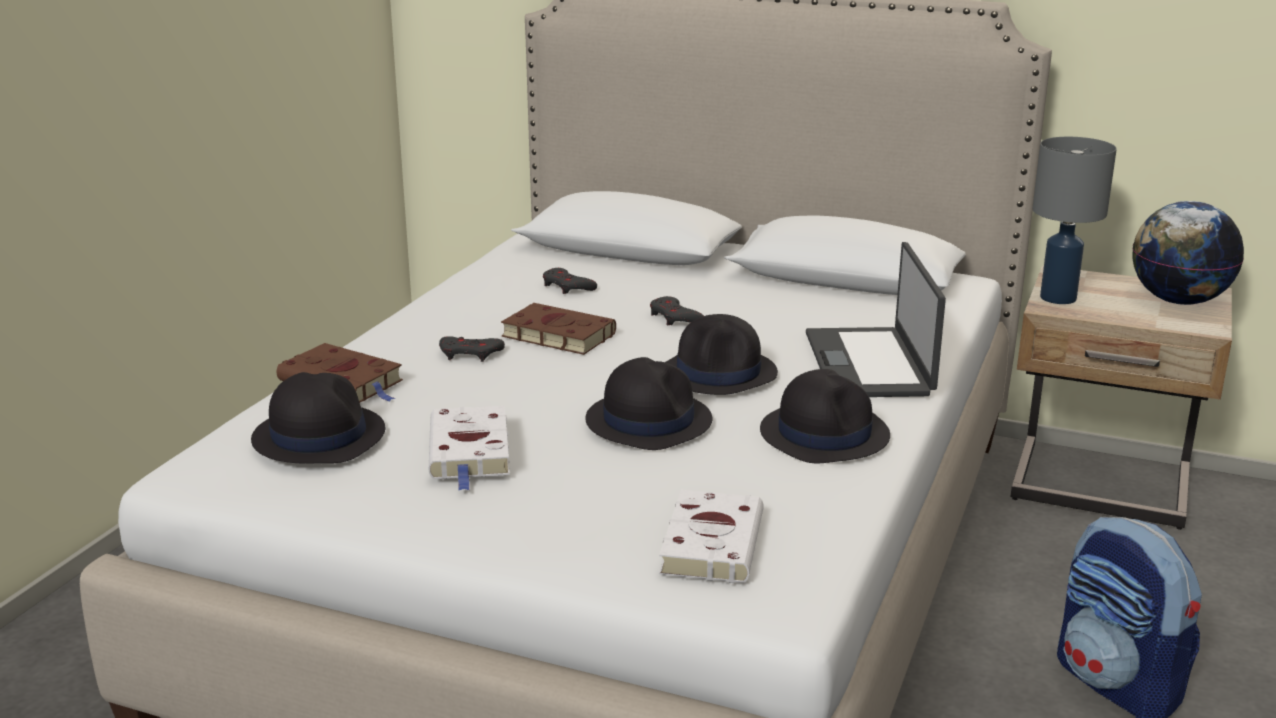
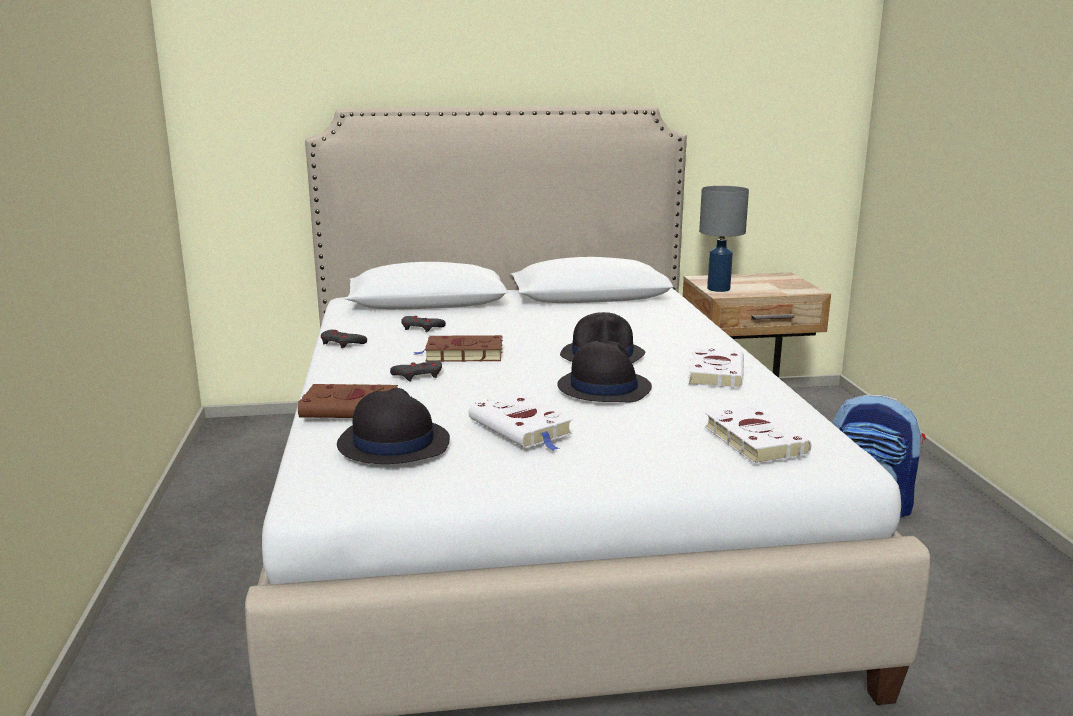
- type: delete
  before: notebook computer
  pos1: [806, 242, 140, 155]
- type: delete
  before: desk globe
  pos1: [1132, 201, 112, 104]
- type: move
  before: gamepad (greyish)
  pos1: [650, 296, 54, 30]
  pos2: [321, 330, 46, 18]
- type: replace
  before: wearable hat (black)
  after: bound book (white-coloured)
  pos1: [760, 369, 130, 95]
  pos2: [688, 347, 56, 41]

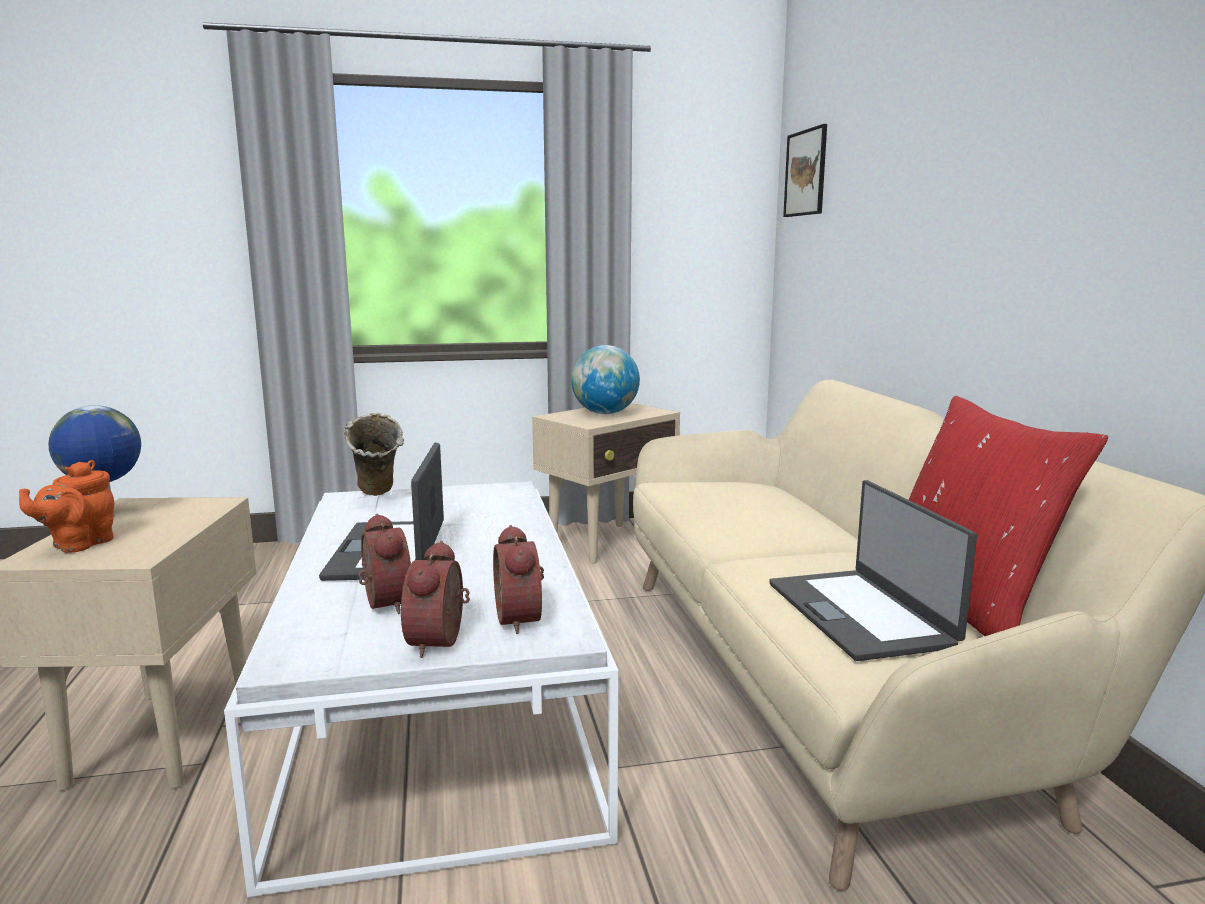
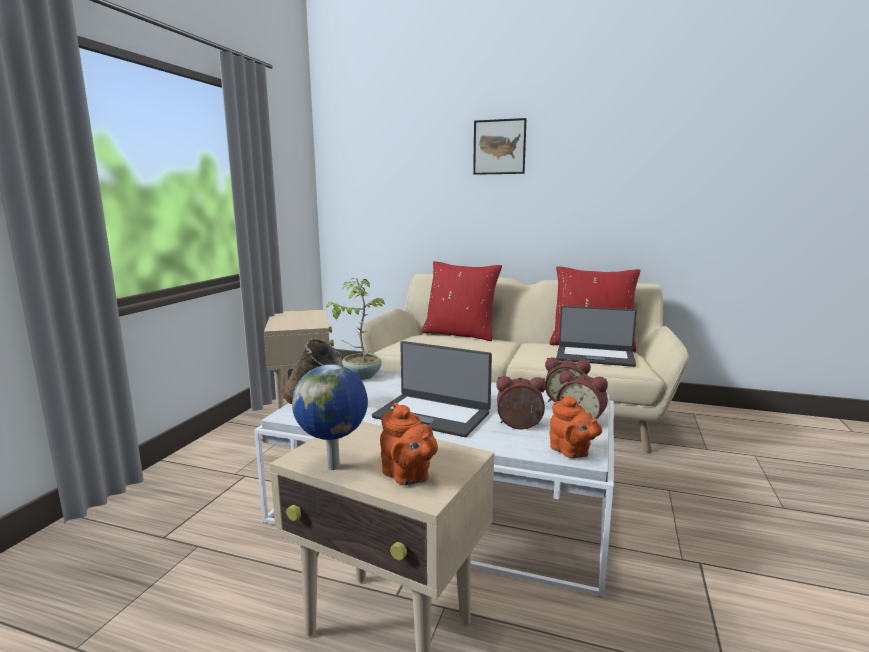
- type: delete
  before: desk globe
  pos1: [571, 345, 69, 69]
- type: insert
  after: potted plant
  pos2: [326, 278, 59, 102]
- type: insert
  after: throw pillow (red)
  pos2: [422, 261, 80, 80]
- type: insert
  after: teapot (orange)
  pos2: [549, 395, 53, 63]
- type: move
  before: picture
  pos1: [783, 124, 44, 93]
  pos2: [473, 118, 54, 57]

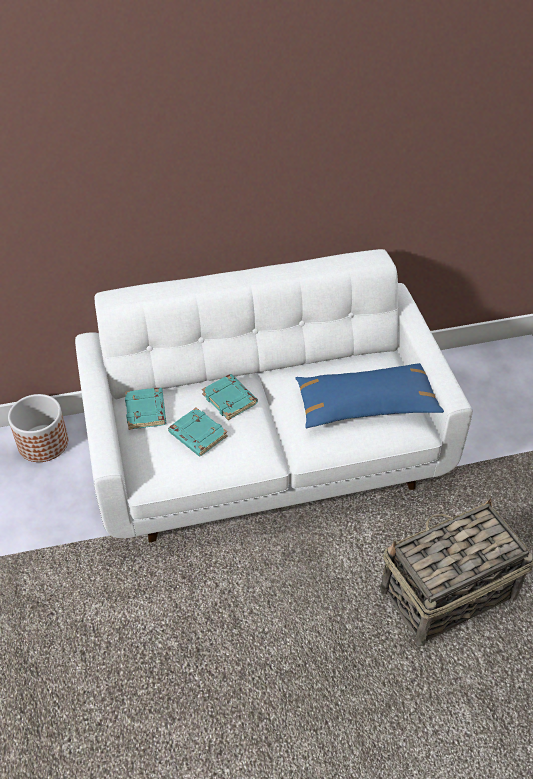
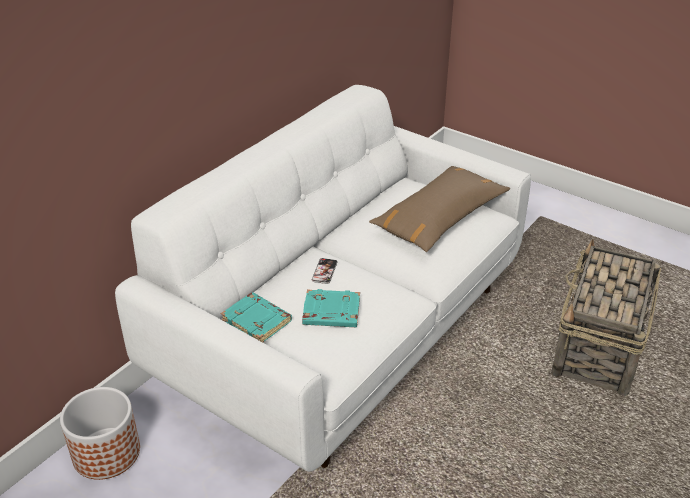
- type: replace
  before: bound book (blue-green)
  after: telephone
  pos1: [202, 374, 56, 46]
  pos2: [312, 258, 26, 26]
- type: recolor
  before: throw pillow (bluish)
  after: throw pillow (brown)
  pos1: [295, 363, 149, 66]
  pos2: [369, 166, 141, 86]

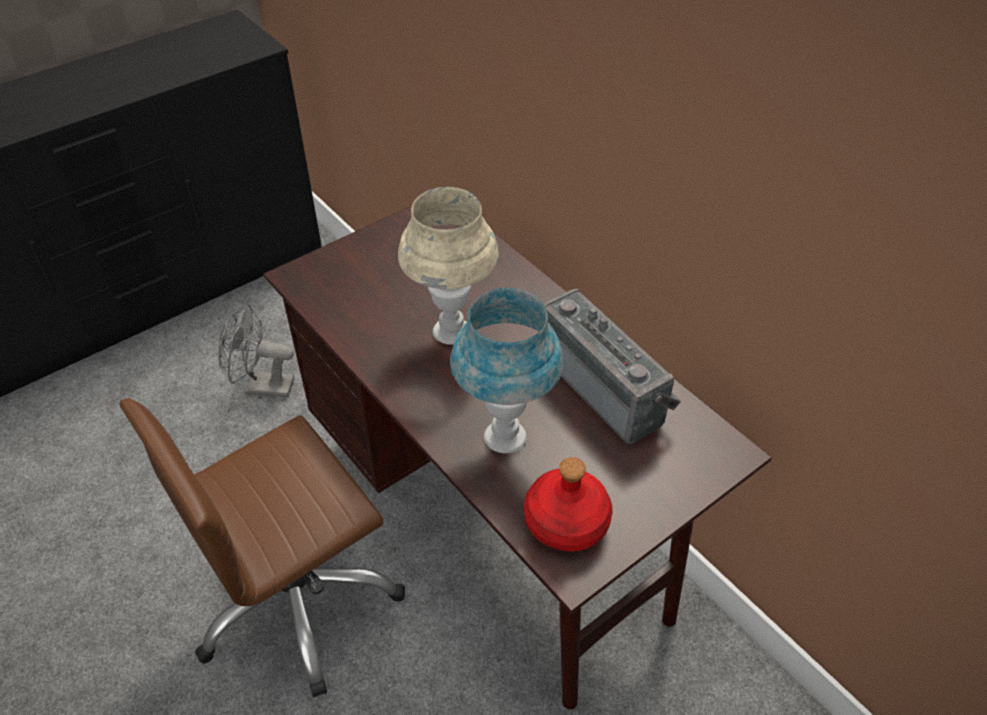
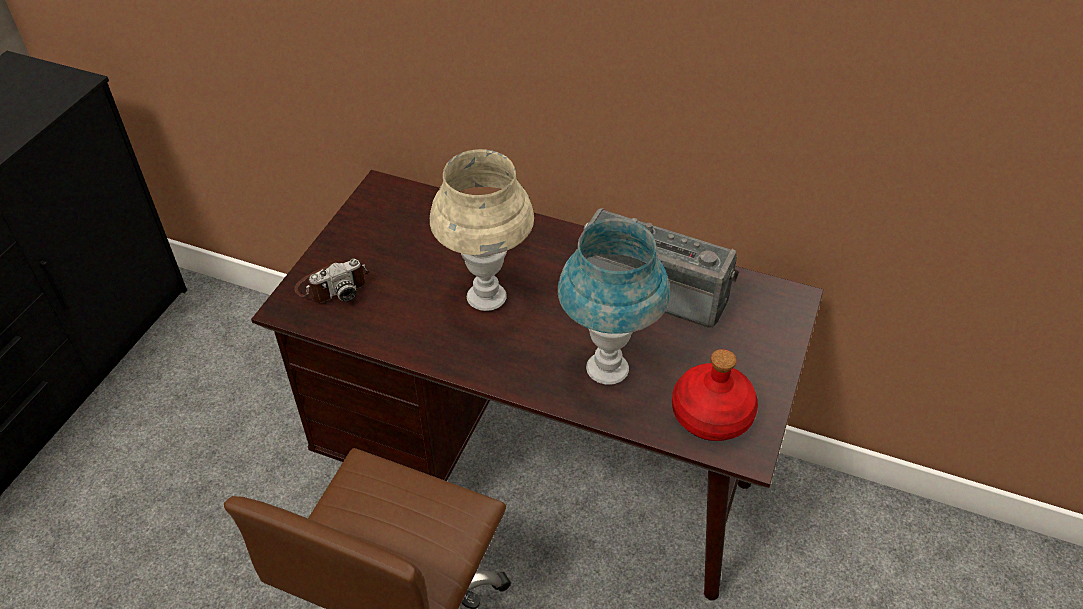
- type: delete
  before: electric fan (greyish)
  pos1: [218, 305, 76, 92]
- type: insert
  after: still camera
  pos2: [294, 259, 75, 44]

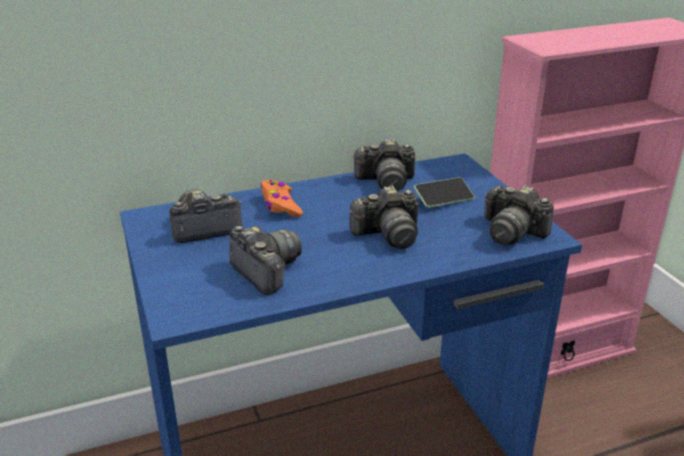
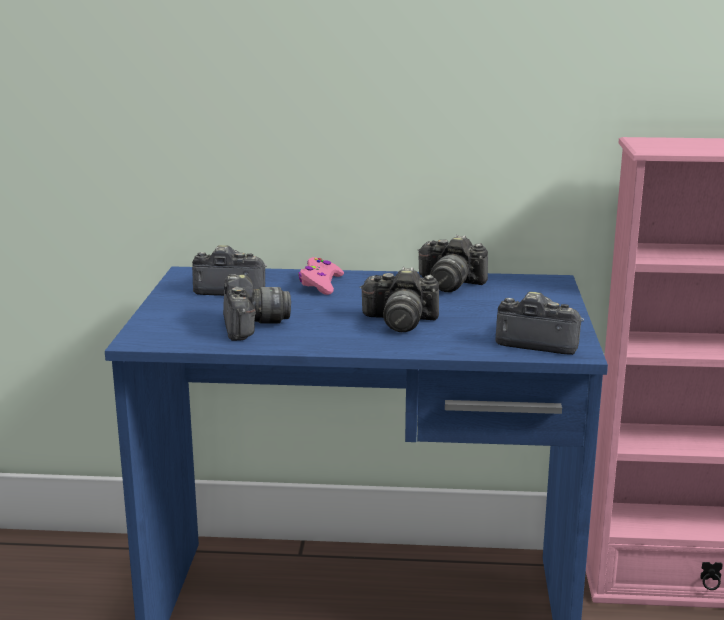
- type: delete
  before: telephone
  pos1: [414, 177, 61, 31]
- type: recolor
  before: gamepad (orange)
  after: gamepad (pink-coloured)
  pos1: [261, 180, 42, 37]
  pos2: [298, 257, 46, 38]
- type: rotate
  before: still camera
  pos1: [484, 185, 70, 60]
  pos2: [495, 292, 89, 63]
  turn: 135

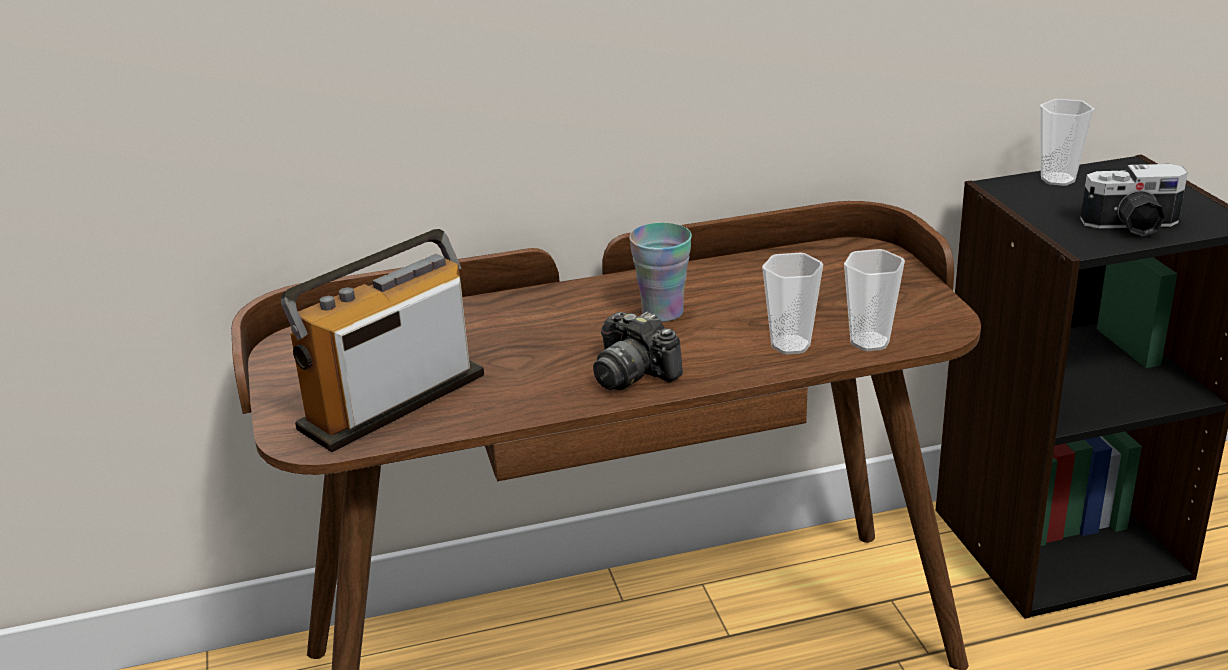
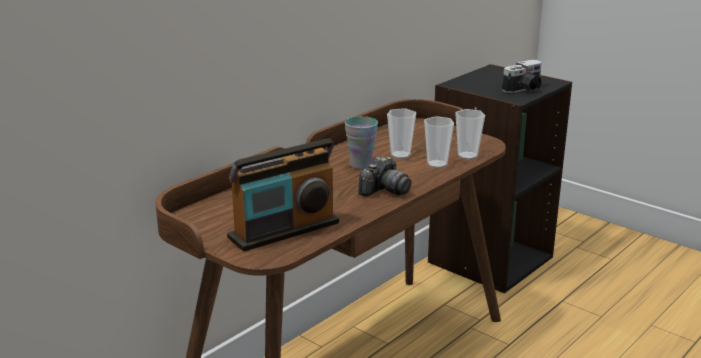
- type: move
  before: drinking cup
  pos1: [1040, 99, 54, 87]
  pos2: [387, 108, 29, 51]
- type: rotate
  before: radio
  pos1: [280, 229, 204, 223]
  pos2: [227, 138, 112, 114]
  turn: -135
- type: rotate
  before: still camera
  pos1: [593, 312, 90, 78]
  pos2: [358, 156, 54, 40]
  turn: -60

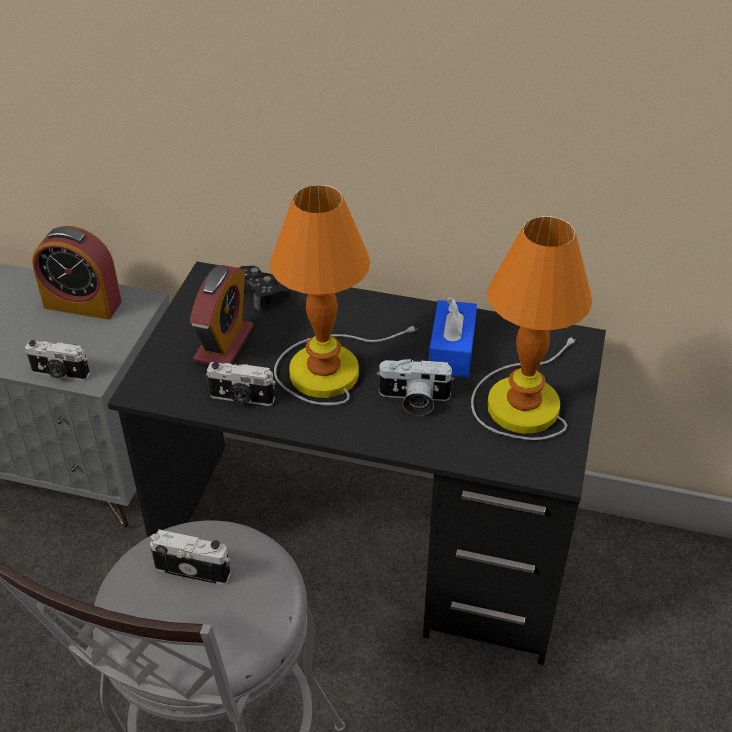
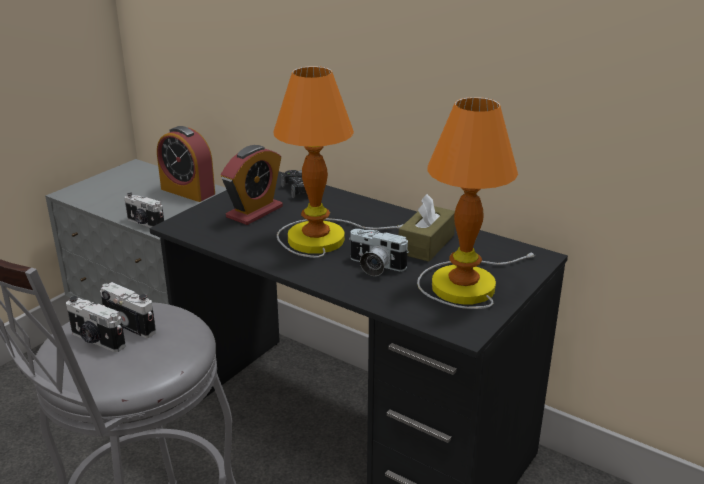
- type: move
  before: still camera
  pos1: [206, 362, 69, 44]
  pos2: [66, 296, 60, 56]
- type: recolor
  before: tissue box (bluish)
  after: tissue box (brown)
  pos1: [429, 297, 48, 80]
  pos2: [399, 194, 56, 68]

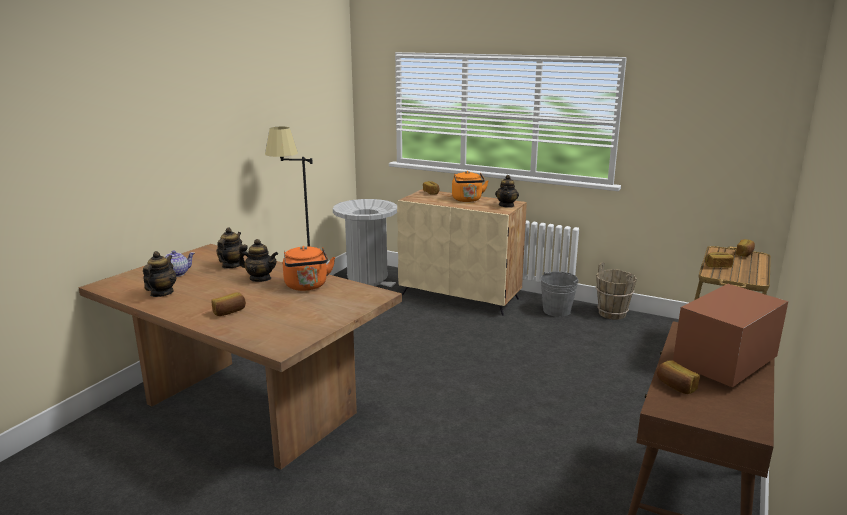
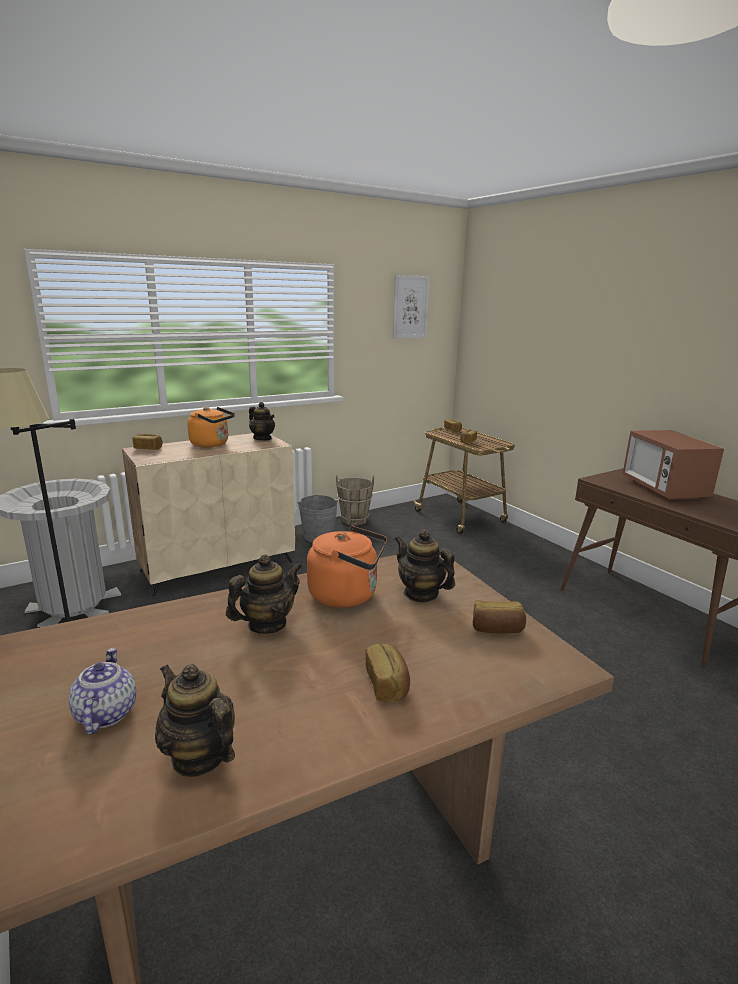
- type: insert
  after: picture
  pos2: [393, 275, 37, 64]
- type: move
  before: teapot
  pos1: [216, 227, 28, 42]
  pos2: [394, 530, 61, 72]
- type: move
  before: baked bread
  pos1: [657, 361, 43, 33]
  pos2: [473, 600, 53, 34]

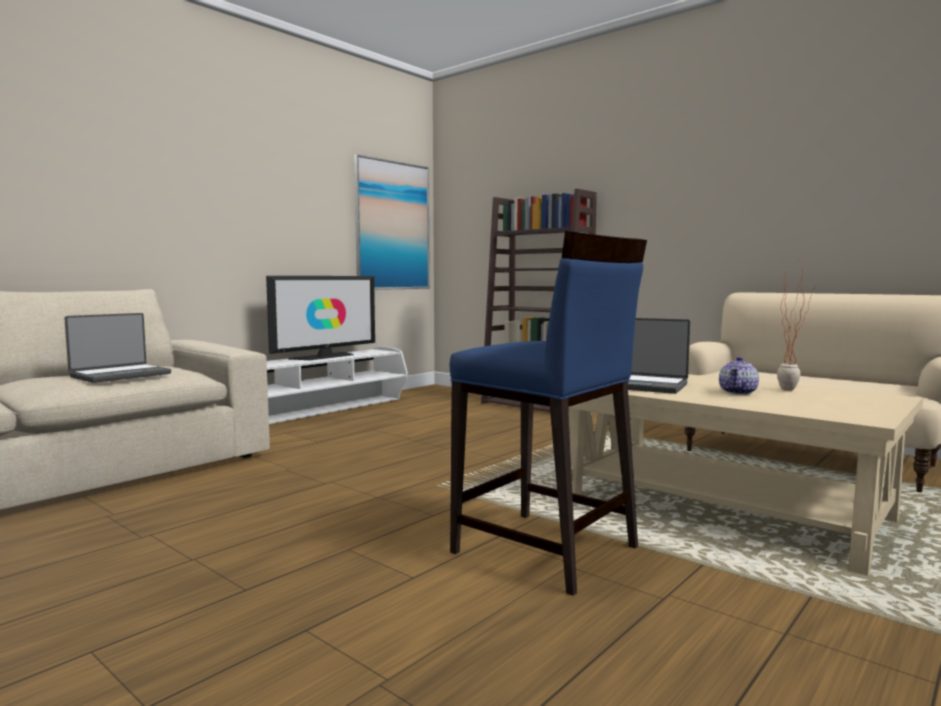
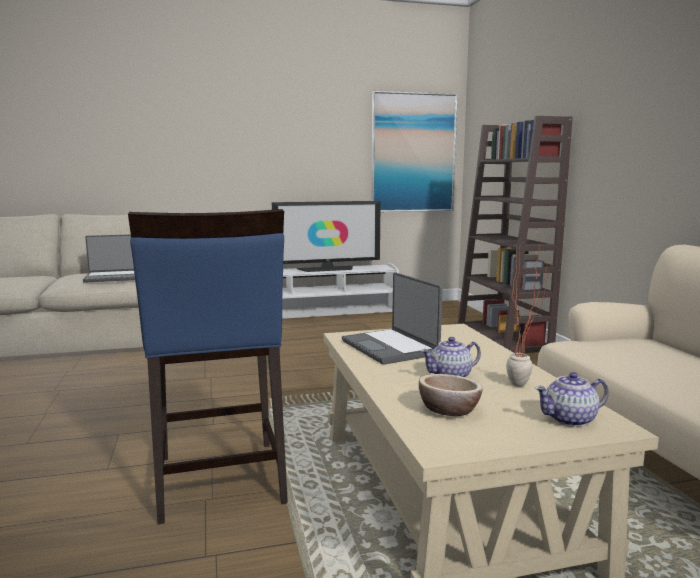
- type: insert
  after: deep dish
  pos2: [419, 374, 64, 42]
- type: insert
  after: teapot
  pos2: [535, 372, 74, 55]

